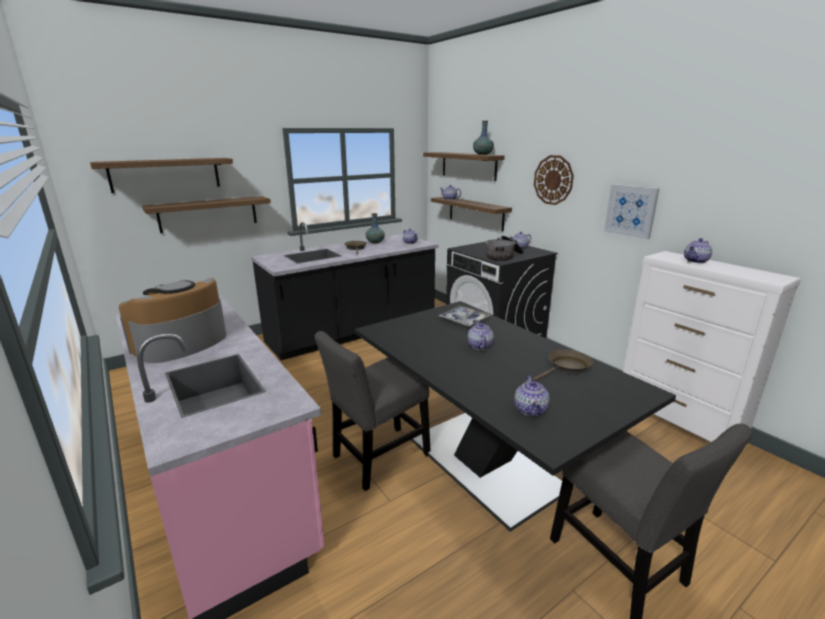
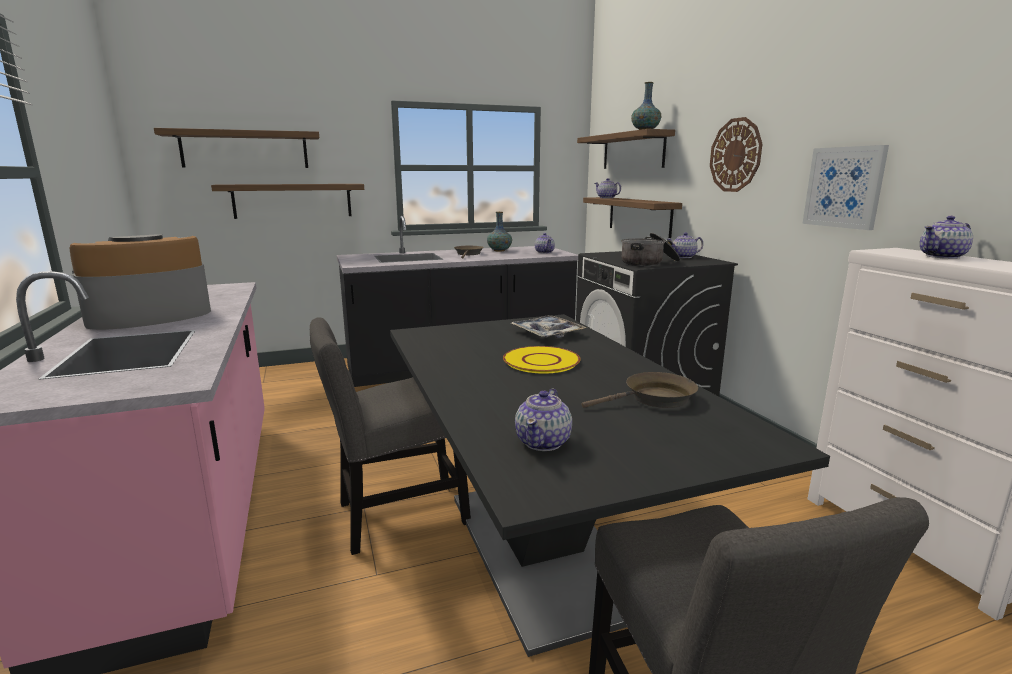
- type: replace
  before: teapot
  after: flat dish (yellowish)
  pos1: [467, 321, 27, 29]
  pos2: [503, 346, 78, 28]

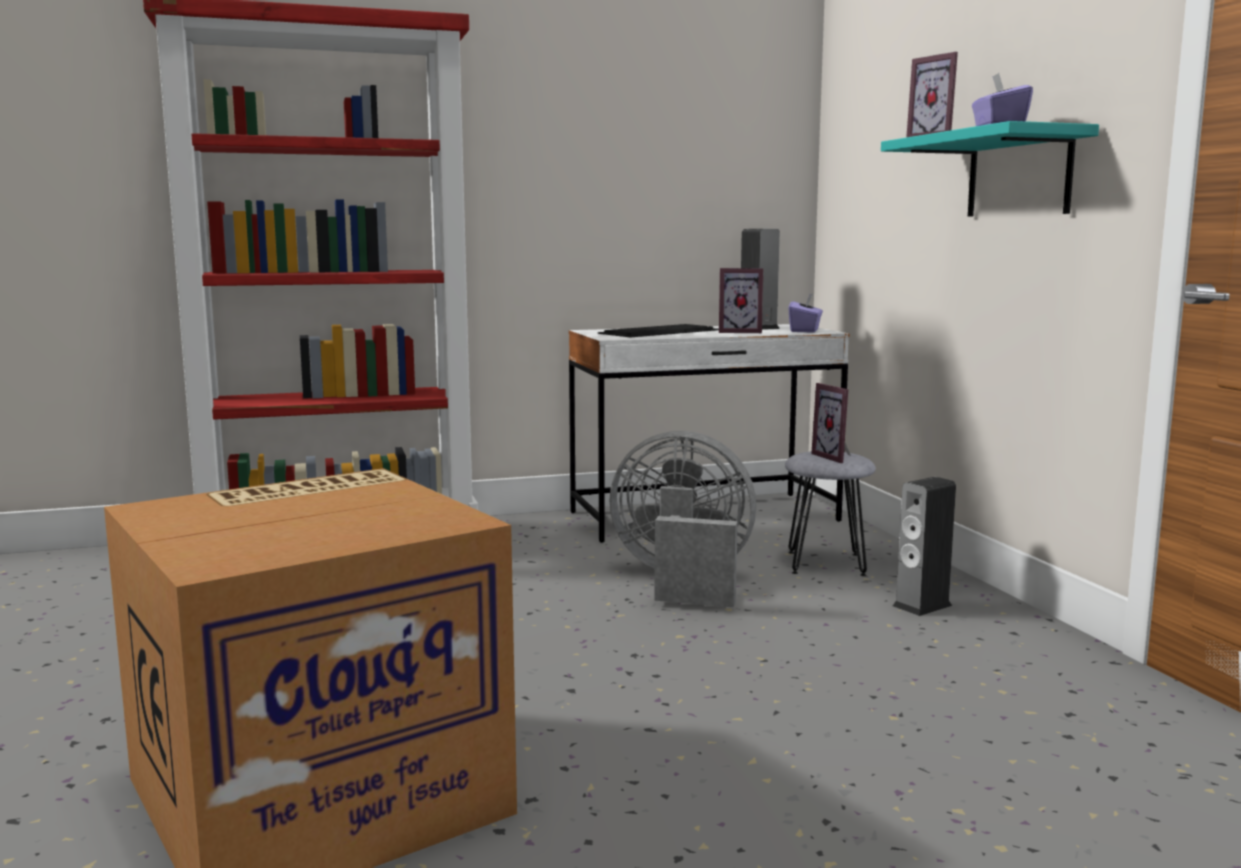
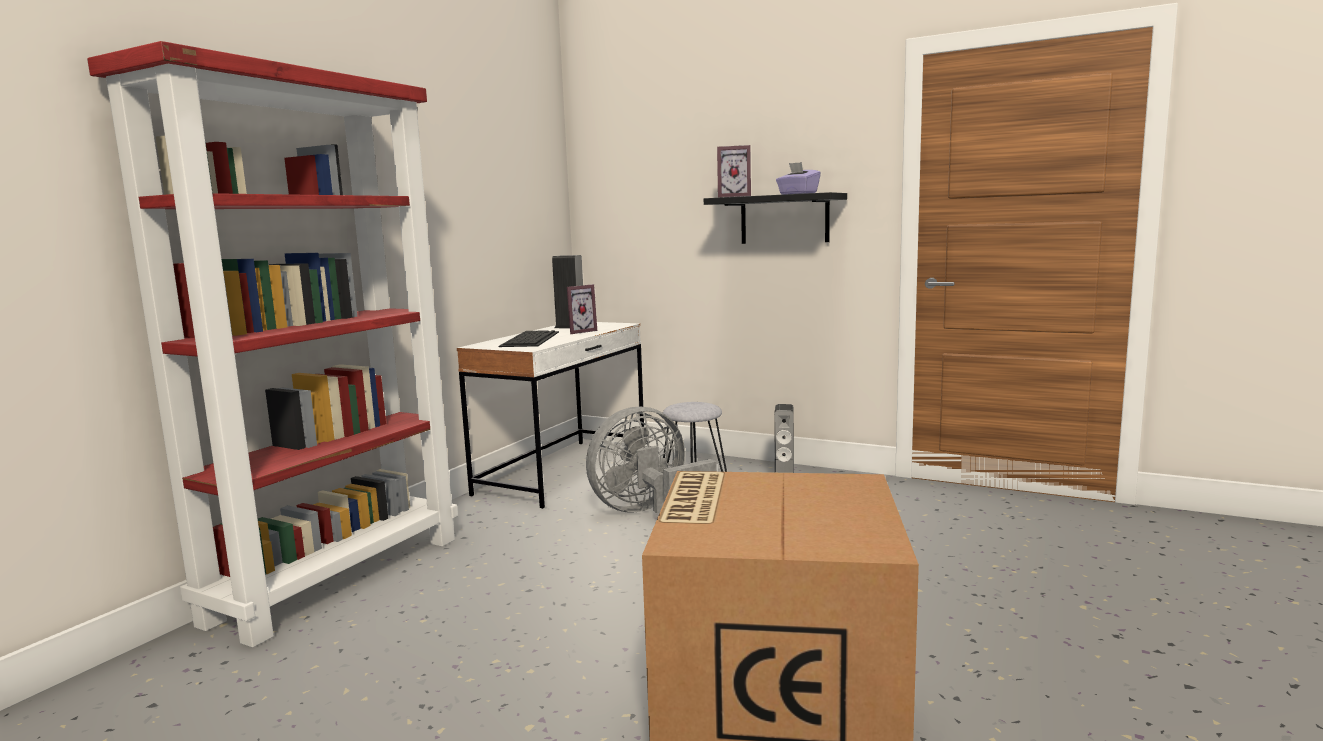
- type: delete
  before: tissue box (purplish)
  pos1: [789, 293, 34, 40]
- type: delete
  before: picture frame
  pos1: [811, 383, 40, 80]
- type: recolor
  before: bracket shelf (blue-green)
  after: bracket shelf (black)
  pos1: [881, 121, 218, 96]
  pos2: [704, 192, 143, 52]

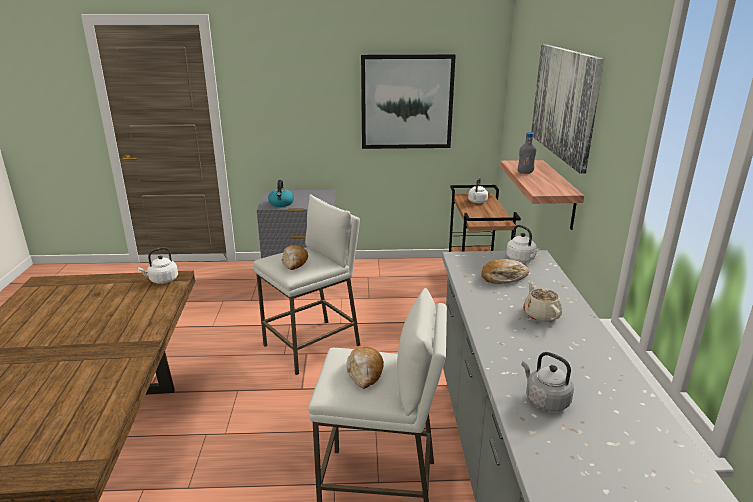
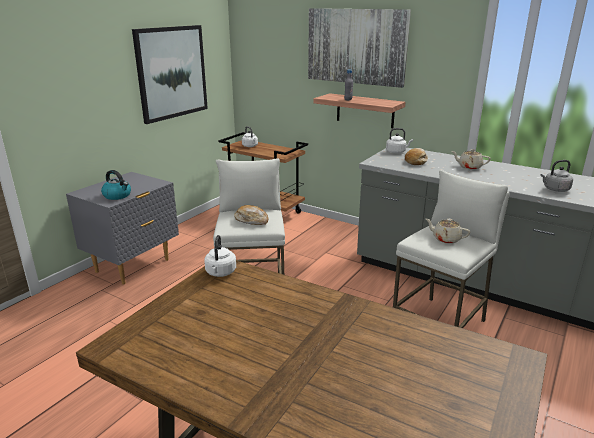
- type: replace
  before: baked bread
  after: teapot (beige)
  pos1: [346, 346, 38, 43]
  pos2: [426, 219, 44, 25]

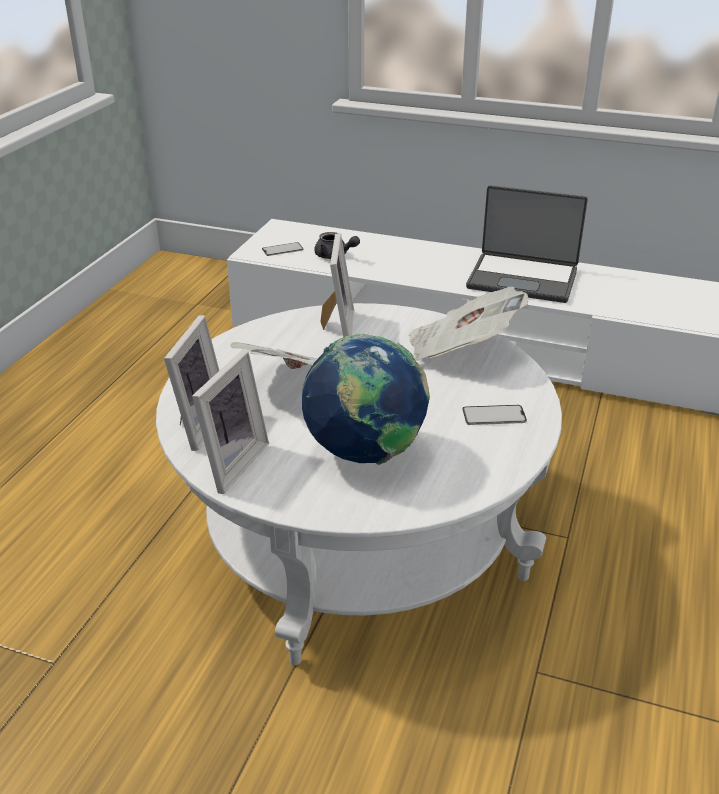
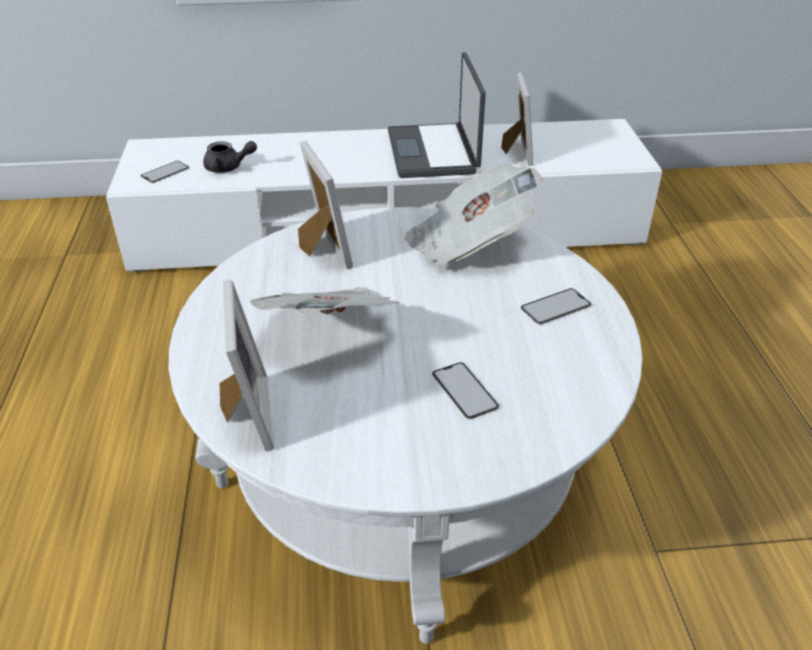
- type: move
  before: picture frame
  pos1: [192, 350, 77, 144]
  pos2: [501, 72, 32, 94]
- type: replace
  before: desk globe
  after: telephone
  pos1: [302, 334, 128, 131]
  pos2: [432, 362, 67, 57]
- type: rotate
  before: notebook computer
  pos1: [466, 185, 122, 118]
  pos2: [388, 52, 98, 126]
  turn: 90

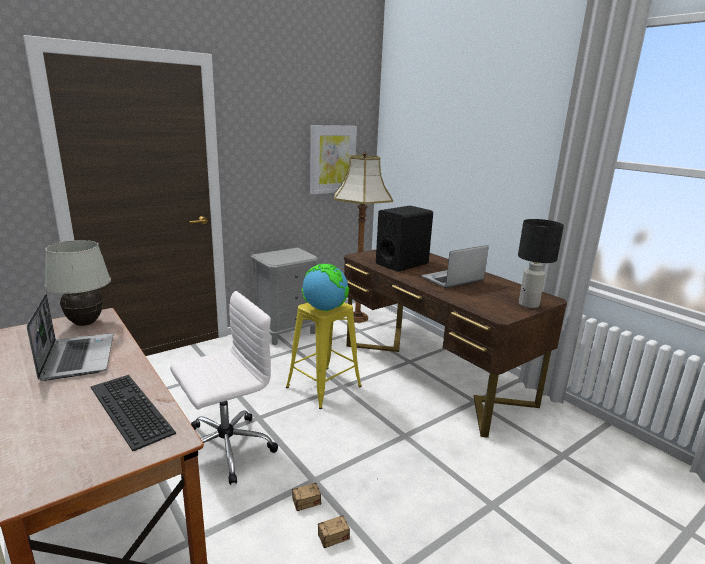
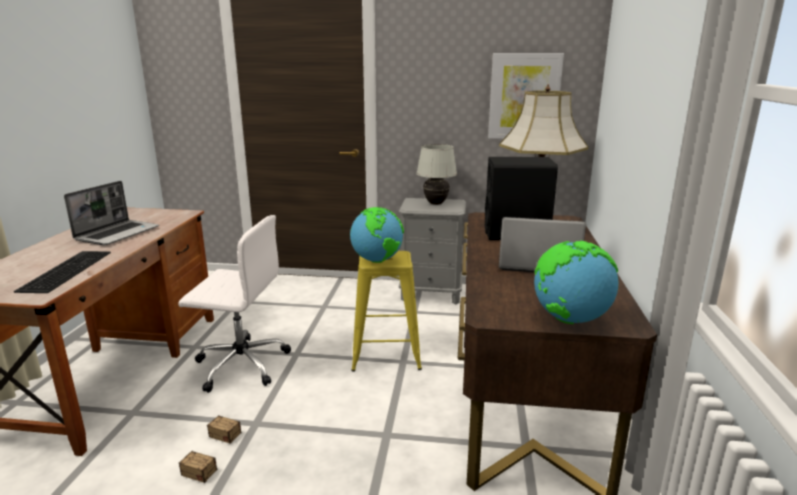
- type: move
  before: lamp for a table (white-coloured)
  pos1: [45, 240, 66, 86]
  pos2: [416, 144, 41, 61]
- type: replace
  before: lamp for a table (black)
  after: desk globe
  pos1: [518, 219, 46, 89]
  pos2: [534, 241, 85, 83]

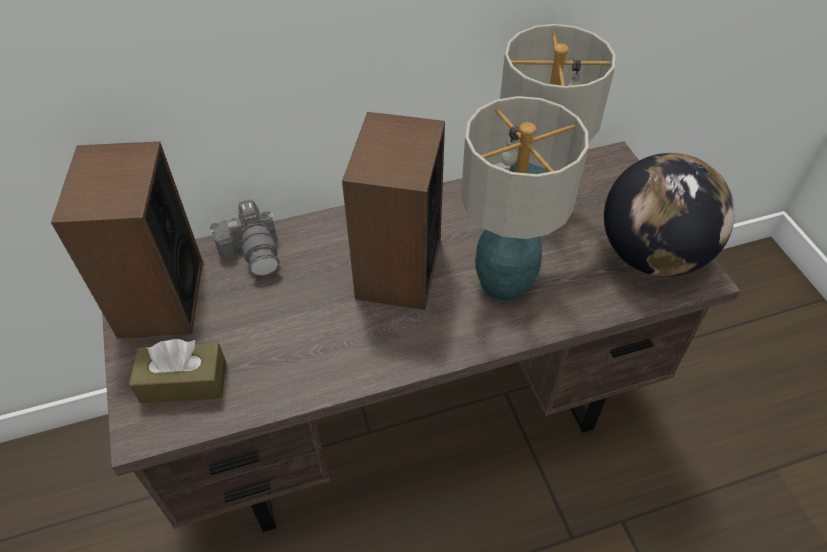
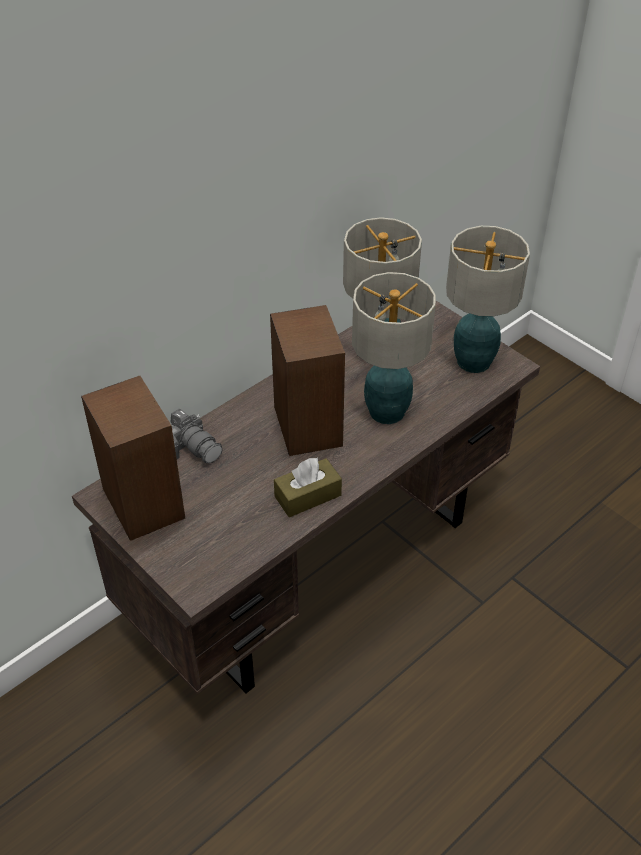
- type: move
  before: tissue box (brown)
  pos1: [129, 339, 97, 64]
  pos2: [274, 457, 68, 60]
- type: replace
  before: desk globe
  after: lamp for a table
  pos1: [604, 153, 131, 124]
  pos2: [446, 226, 84, 147]

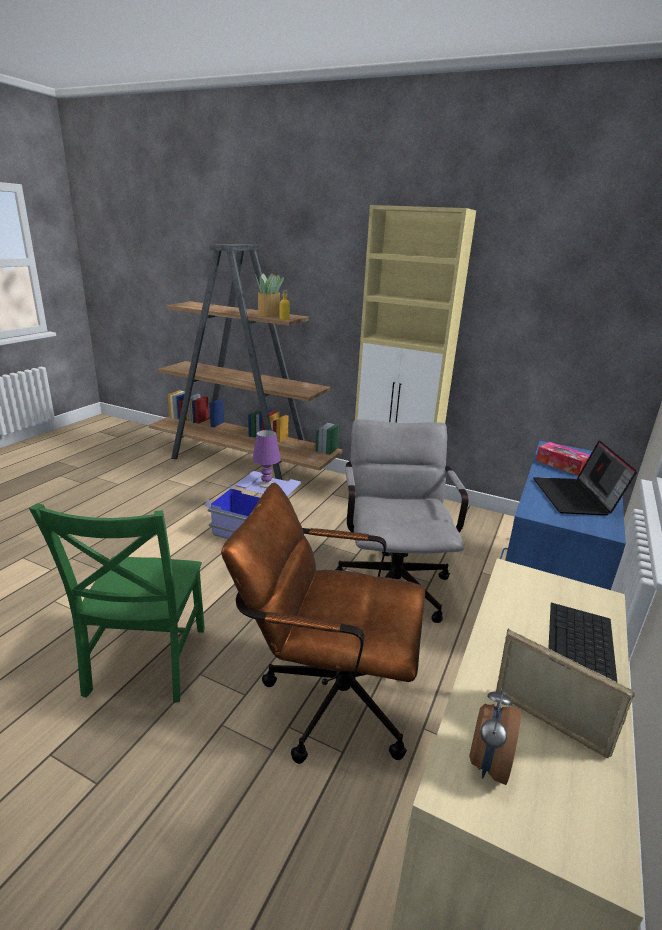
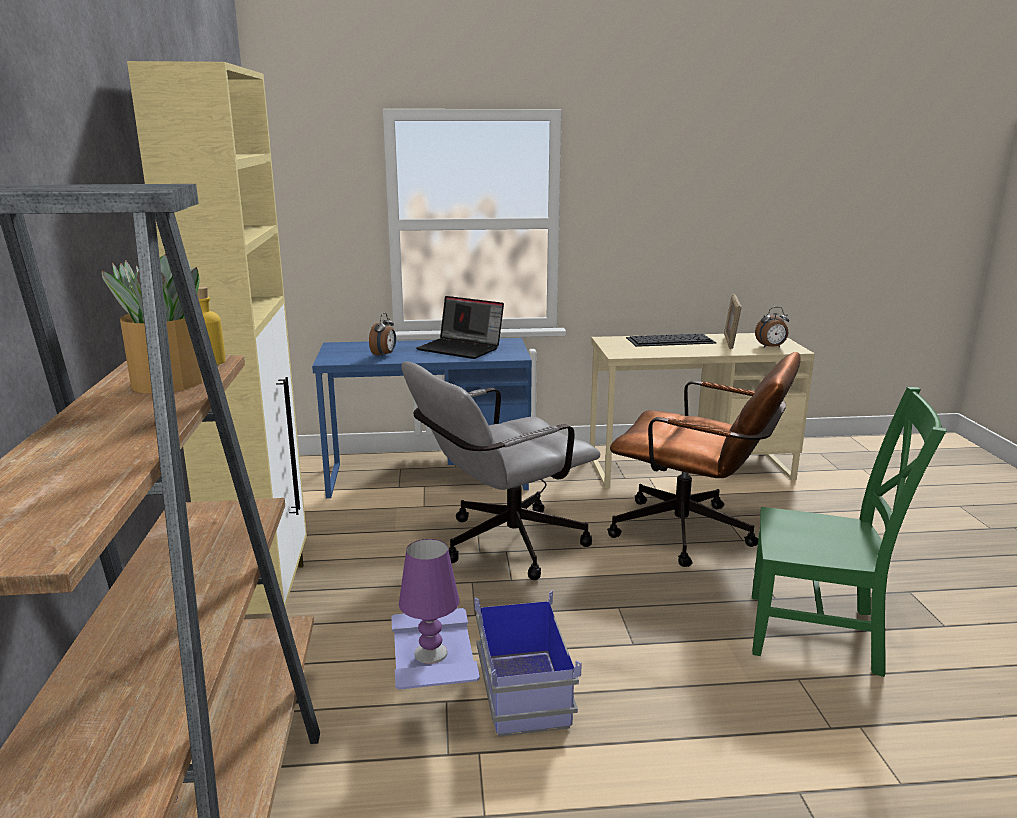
- type: replace
  before: tissue box
  after: alarm clock
  pos1: [536, 442, 54, 34]
  pos2: [369, 313, 27, 44]
- type: rotate
  before: plain chair (green-coloured)
  pos1: [29, 503, 176, 200]
  pos2: [752, 387, 195, 290]
  turn: 45
- type: rotate
  before: desk chair (brown)
  pos1: [221, 483, 204, 281]
  pos2: [607, 352, 194, 215]
  turn: -45
- type: rotate
  before: notebook computer
  pos1: [533, 440, 104, 76]
  pos2: [417, 296, 87, 63]
  turn: 60

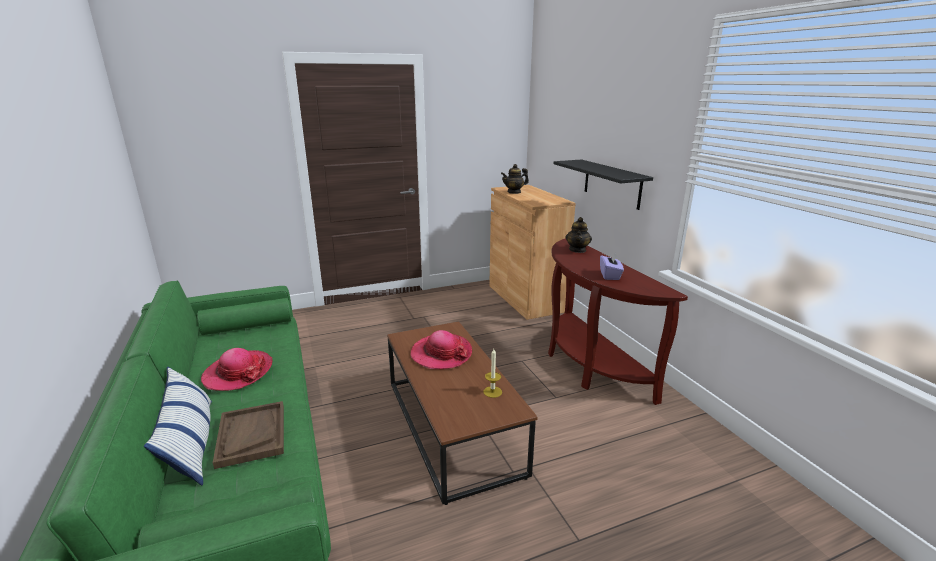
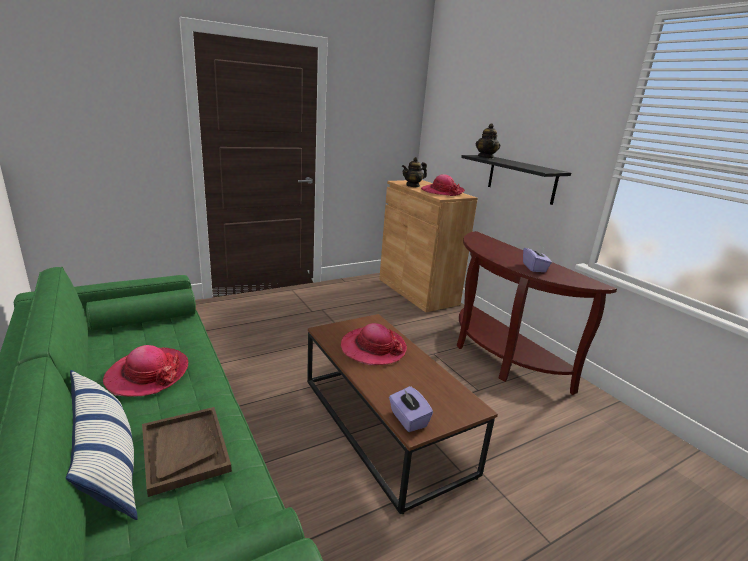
- type: delete
  before: candle
  pos1: [483, 349, 19, 49]
- type: insert
  after: tissue box (purplish)
  pos2: [389, 386, 44, 46]
- type: insert
  after: wearable hat
  pos2: [421, 174, 44, 22]
- type: move
  before: teapot
  pos1: [565, 217, 27, 36]
  pos2: [476, 124, 24, 35]

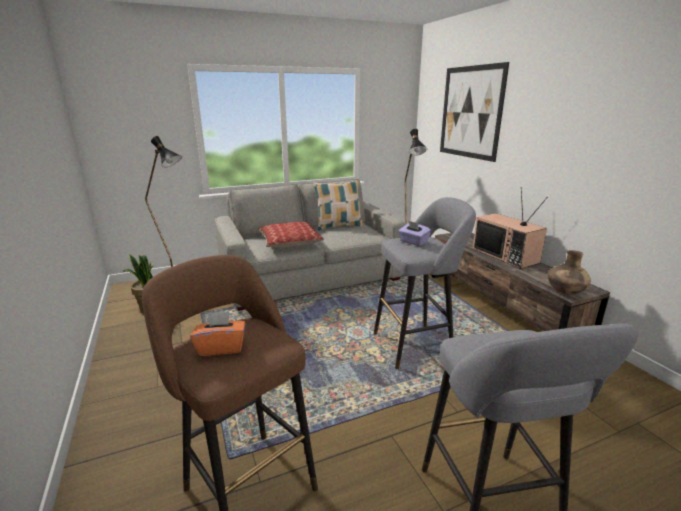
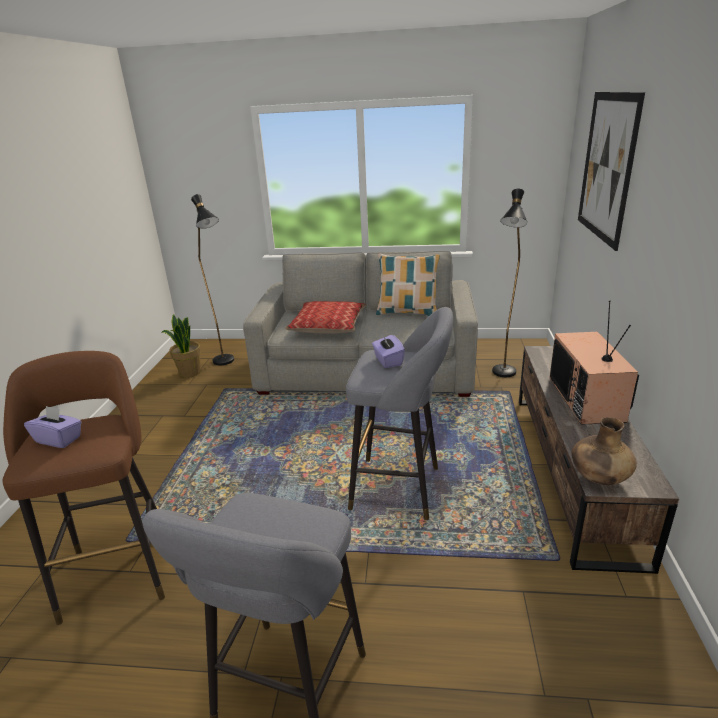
- type: recolor
  before: tissue box (orange)
  after: tissue box (purplish)
  pos1: [190, 311, 56, 45]
  pos2: [24, 406, 58, 42]

